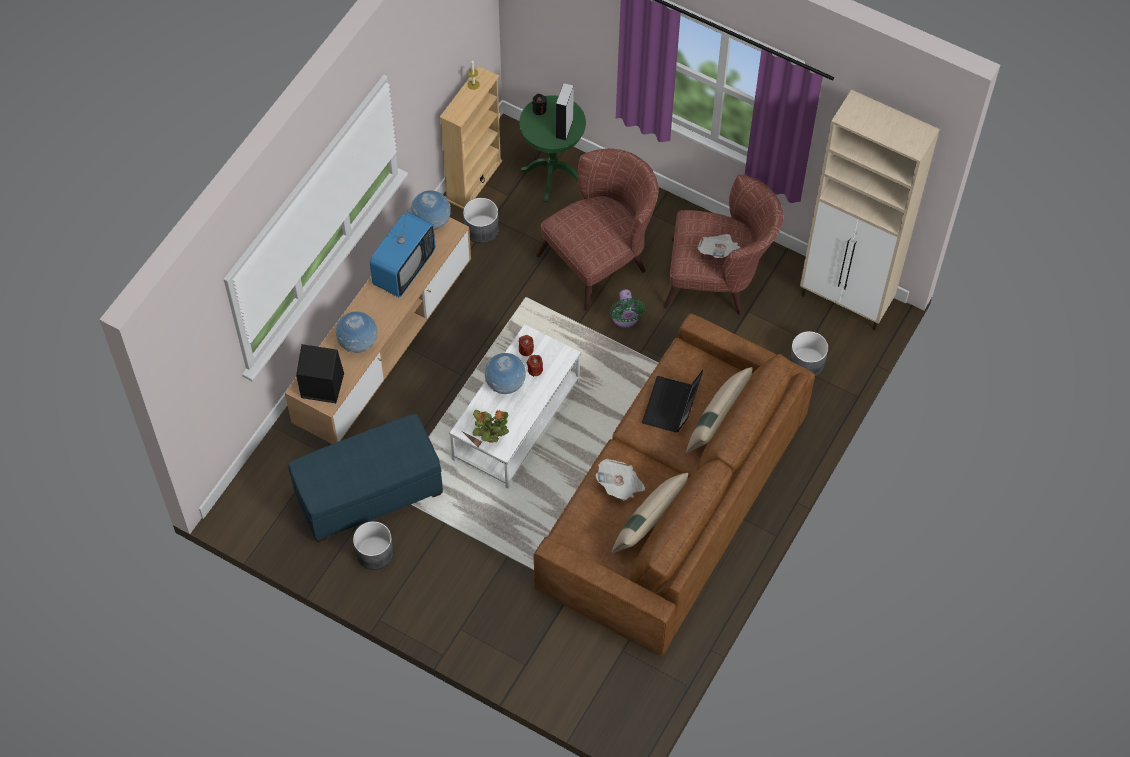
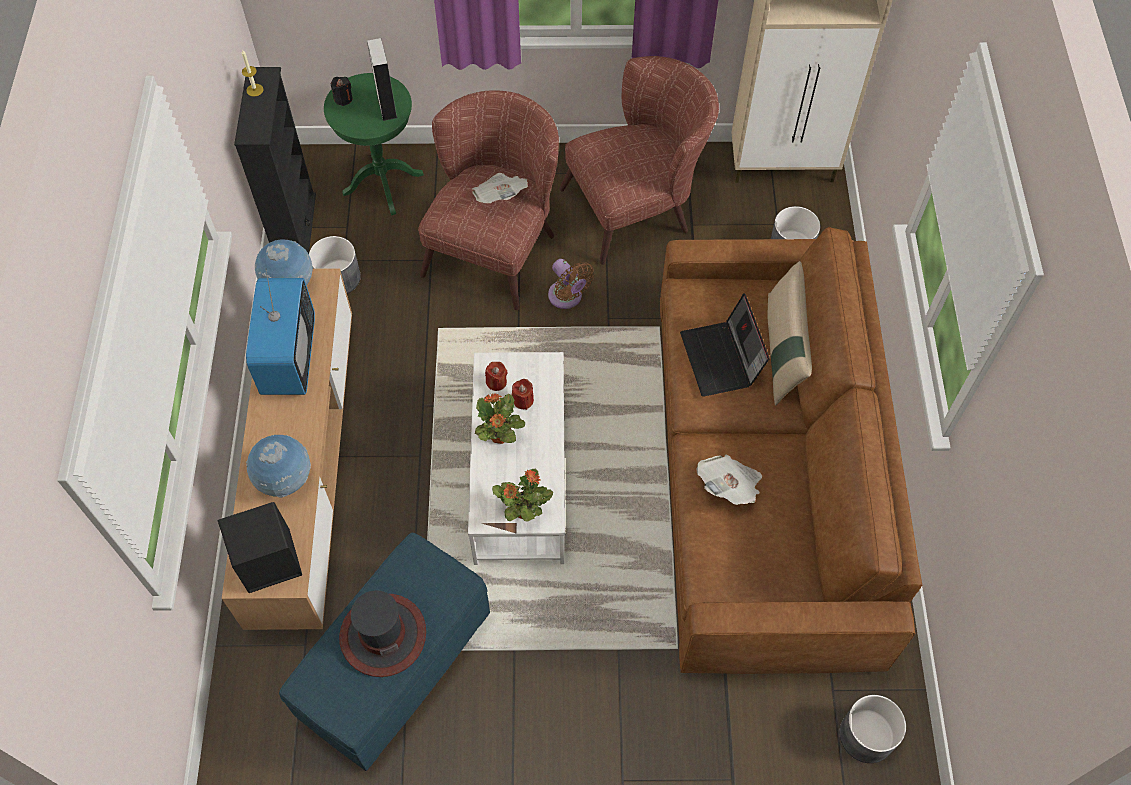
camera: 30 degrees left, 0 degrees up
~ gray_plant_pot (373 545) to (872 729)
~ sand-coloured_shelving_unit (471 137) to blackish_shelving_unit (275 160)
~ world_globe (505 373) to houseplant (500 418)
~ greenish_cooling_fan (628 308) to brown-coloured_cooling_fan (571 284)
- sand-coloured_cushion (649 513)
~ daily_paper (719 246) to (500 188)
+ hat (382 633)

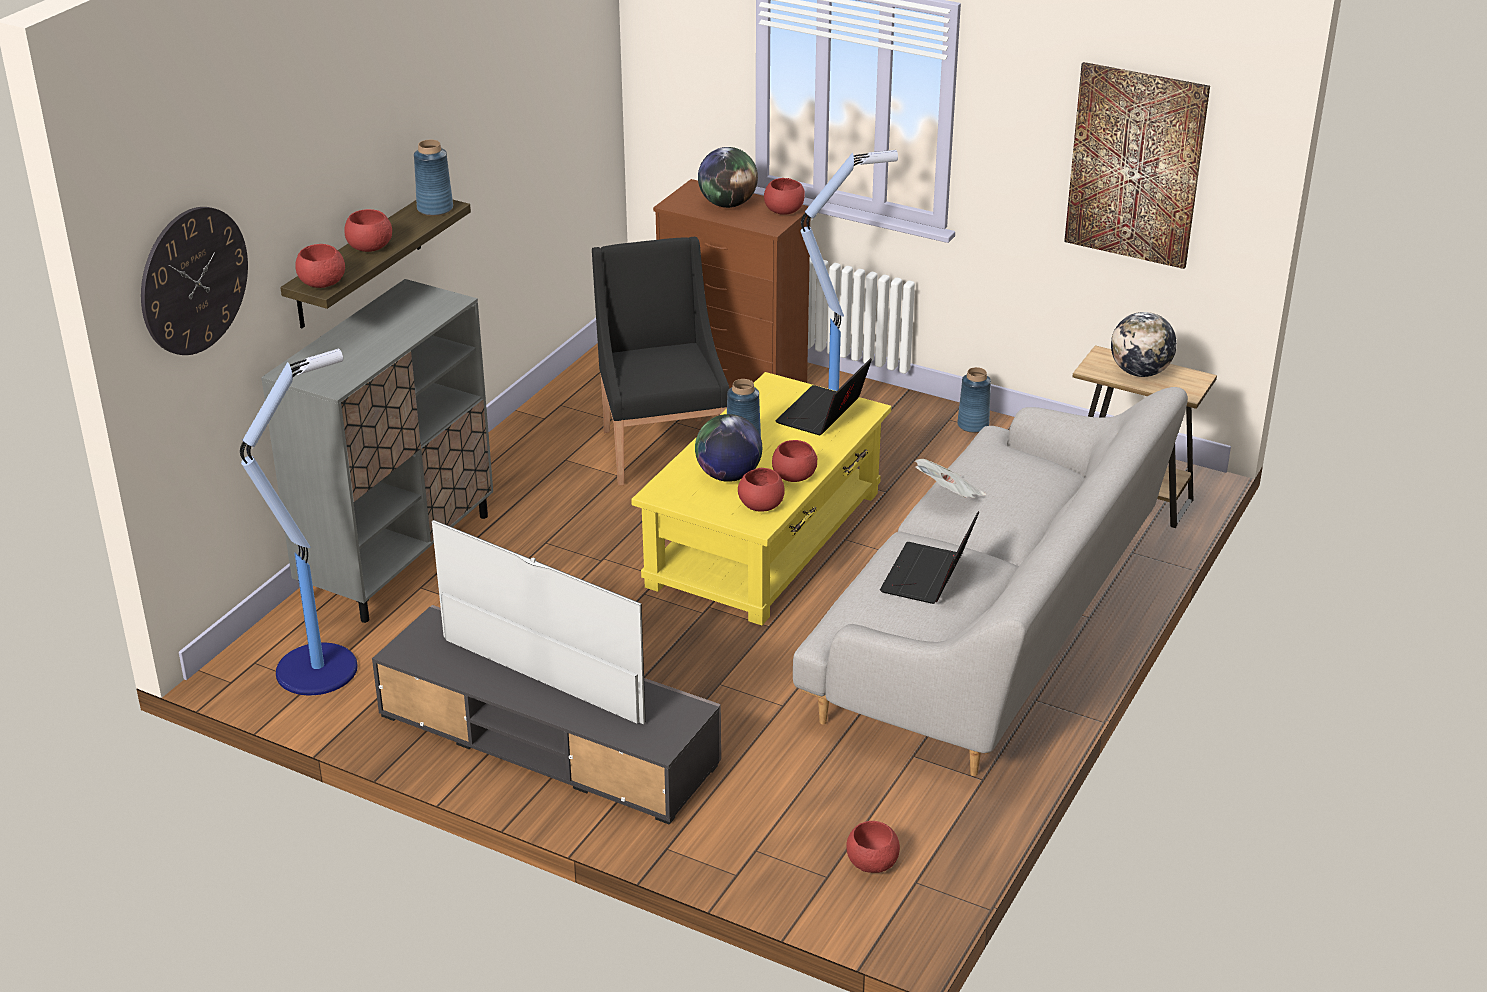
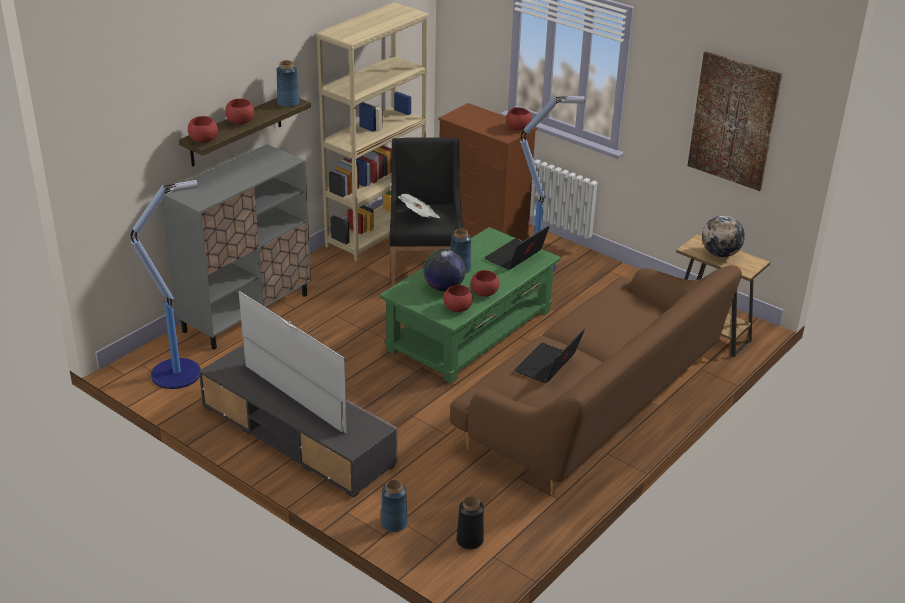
camera: 10 degrees right, 0 degrees up
- clock_on_the_wall (194 281)
~ yellow-coloured_lounge_table (761 498) to greenish_lounge_table (470 305)
- world_globe (728 177)
~ gray_sofa (990 581) to brown-coloured_sofa (596 380)
~ reddish_deep_dish (873 847) to blackish_vase (470 522)
~ daily_paper (950 478) to (419 206)
~ bluish_vase (974 400) to (394 505)
+ sand-coloured_shelving_unit (372 131)

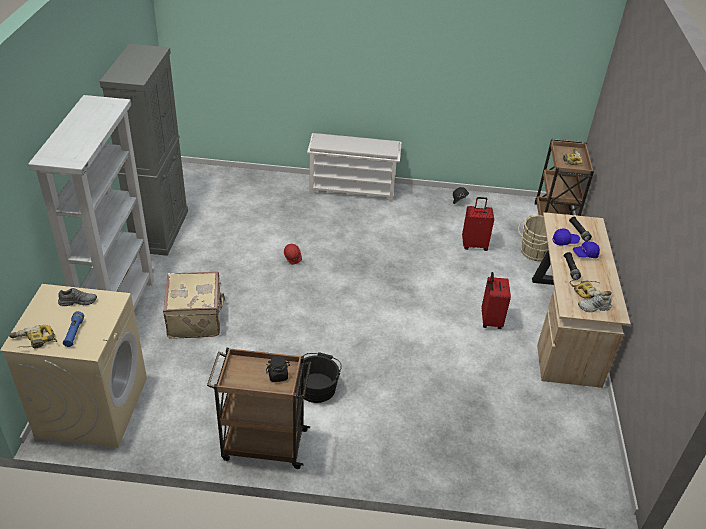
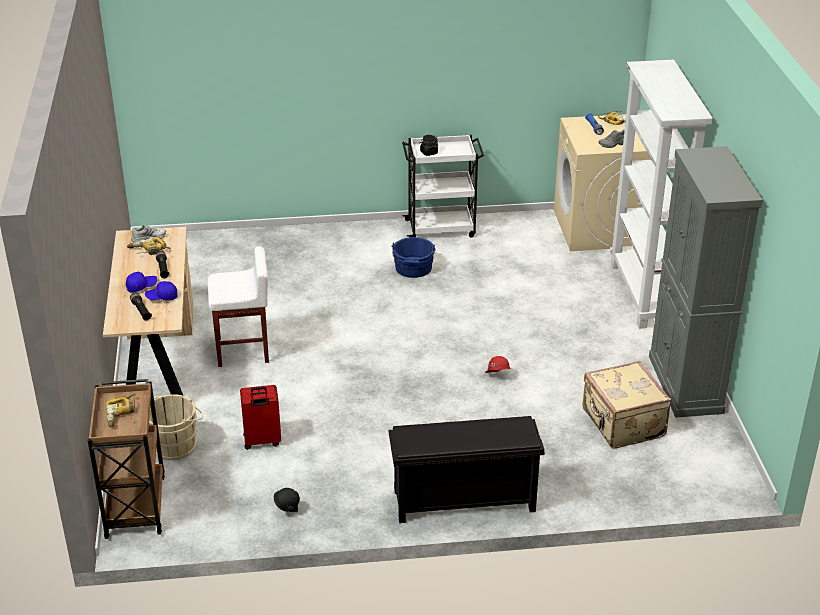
camera: 170 degrees right, 5 degrees down
~ sand-coloured_suitcase (194 305) to (626 405)
~ brown-coloured_cart (259 408) to white_cart (443 186)
~ blackish_water_bucket (322 377) to bluish_water_bucket (413 257)
~ white_shoe_rack (354 167) to blackish_shoe_rack (466 469)
~ reddish_suitcase (496 300) to white_stool (238 306)

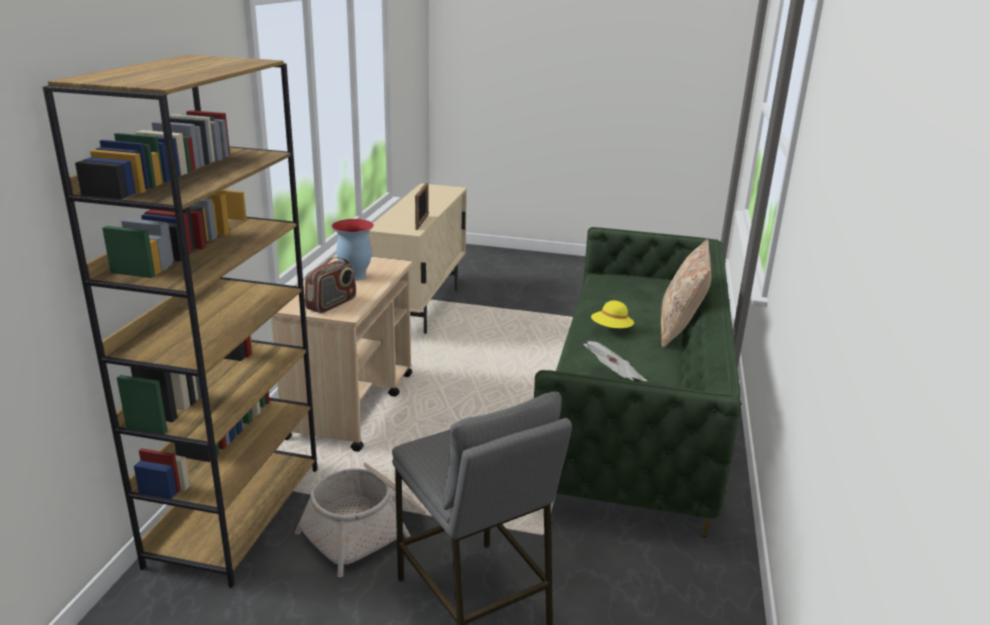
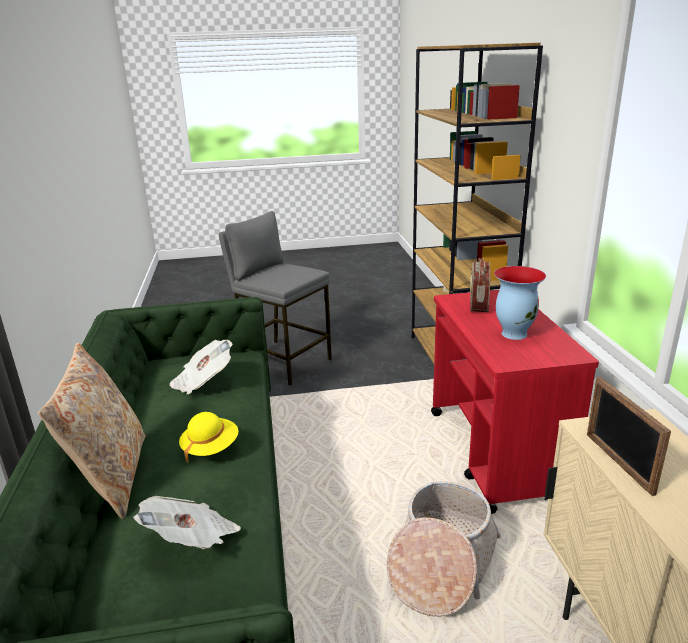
camera: 160 degrees right, 0 degrees up
~ sand-coloured_cart (341 353) to reddish_cart (515 402)
~ basket (360 520) to (444 549)
+ daily_paper (187 522)

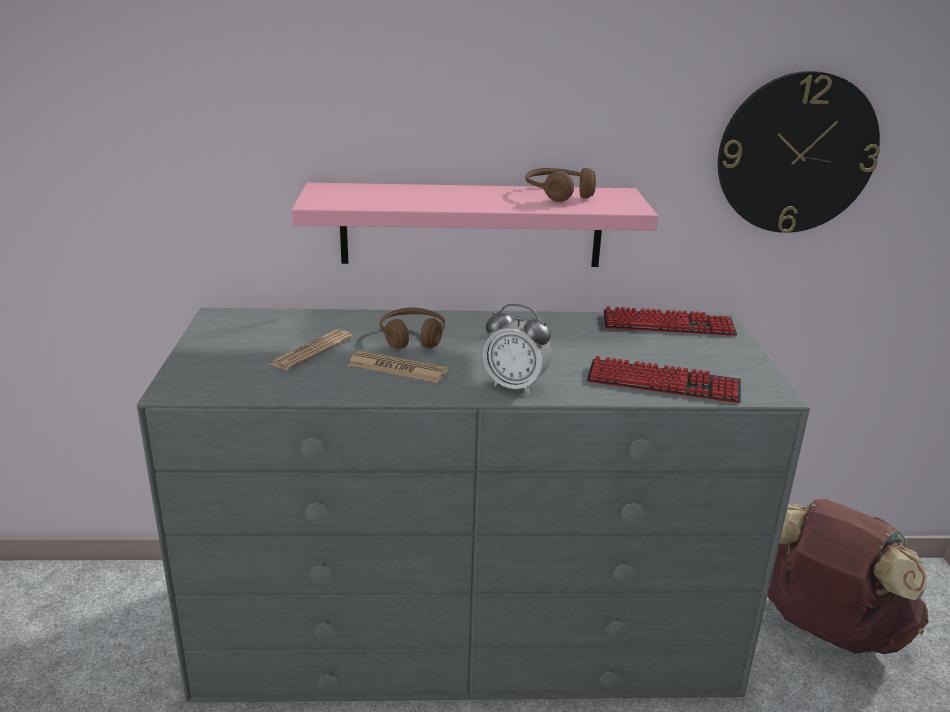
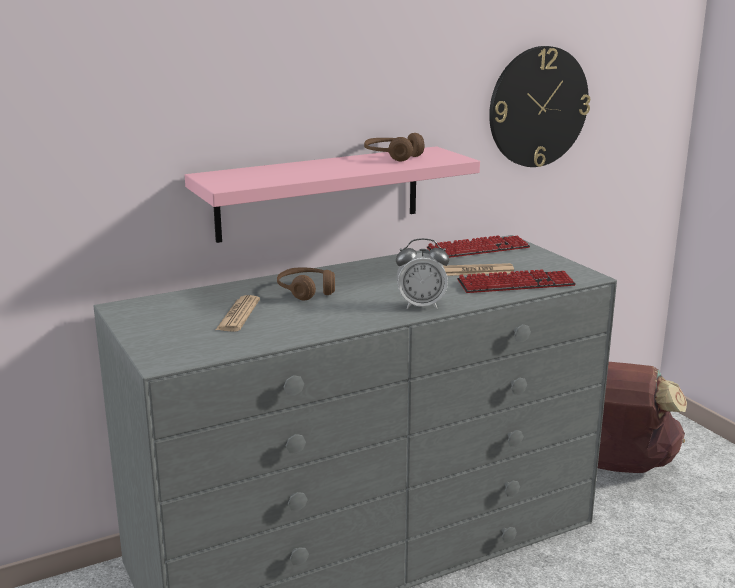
camera: 25 degrees left, 5 degrees down
~ daily_paper (398 367) to (478 269)

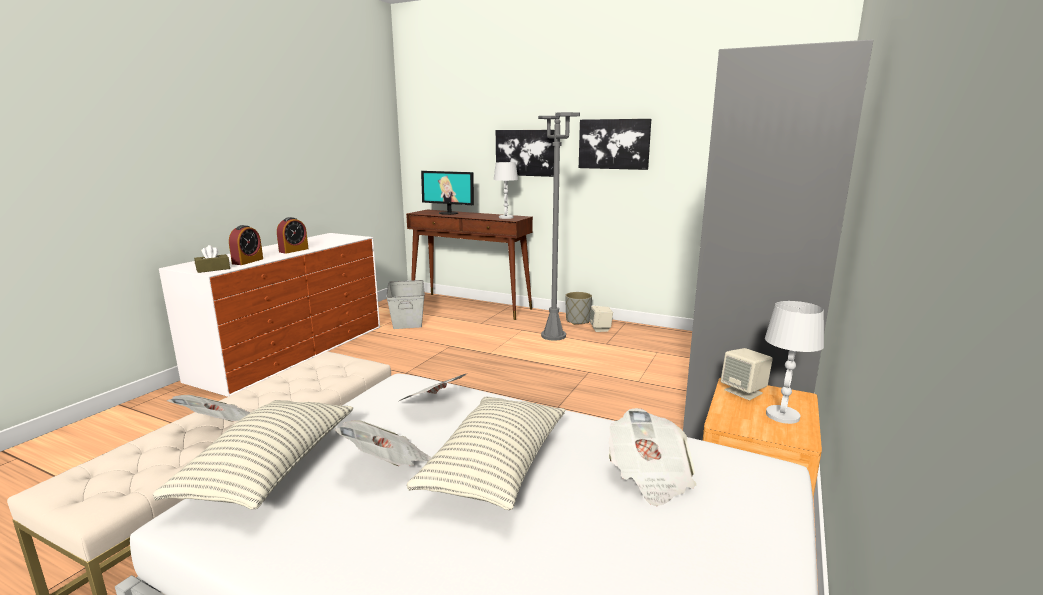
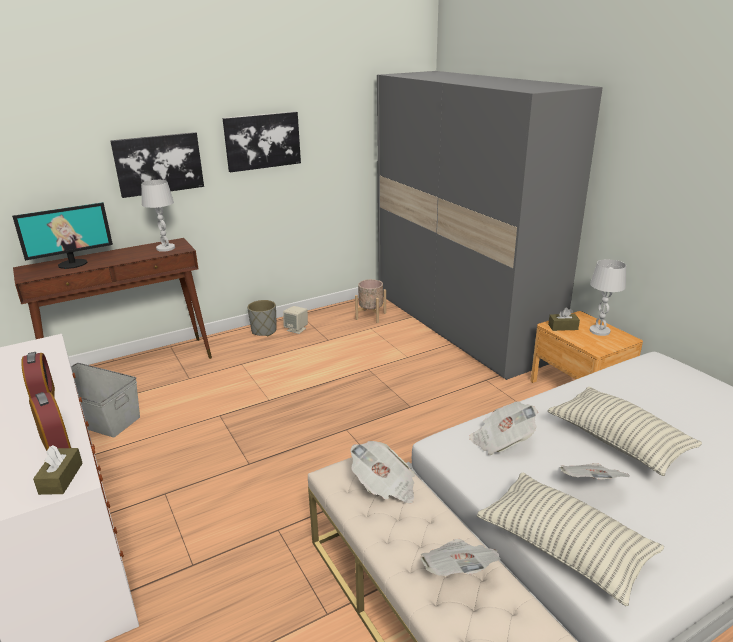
camera: 55 degrees left, 10 degrees up
- gray_floor_lamp (559 226)
~ daily_paper (652 457) to (383 472)
~ sand-coloured_audio_speaker (747 374) to brown-coloured_tissue_box (564 319)
+ sand-coloured_plant_pot (370 301)

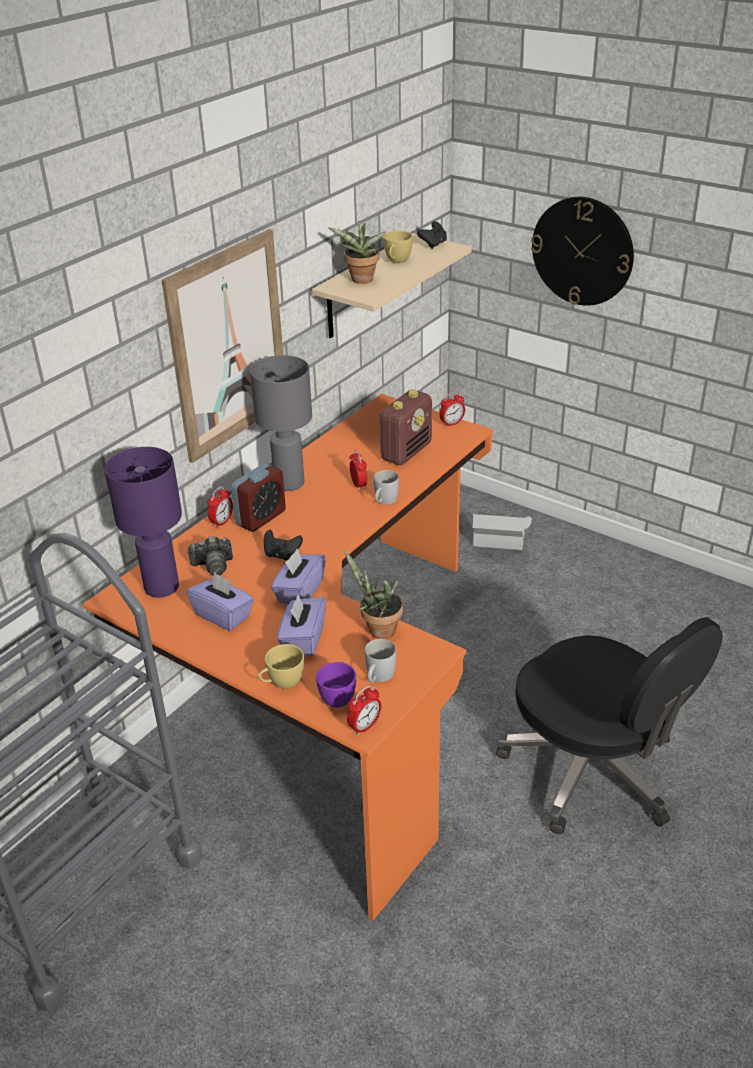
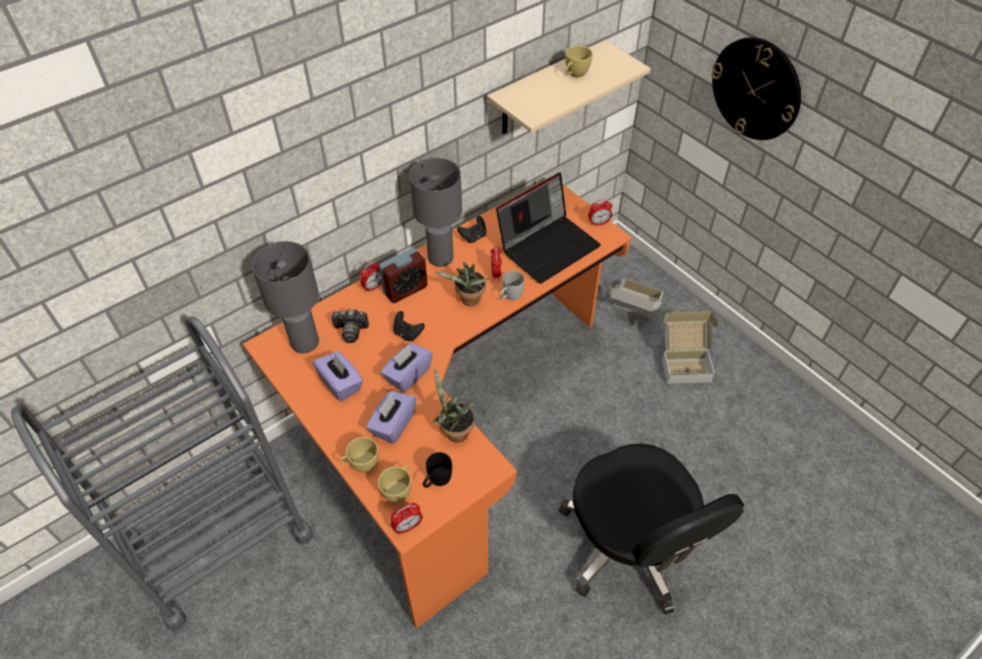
camera: 15 degrees right, 15 degrees up
~ purple_lamp_for_a_table (143 522) to gray_lamp_for_a_table (285 297)
- wall_picture (222 346)
~ purple_drinking_cup (336 685) to yellow-coloured_drinking_cup (394 484)
~ houseplant (357 252) to (462 284)
~ white_tea_mug (380 661) to blackish_tea_mug (437 470)
~ radio_set (406 427) to notebook_computer (548 228)
~ blackish_gamepad (432 235) to (471 229)
+ cardboard_box (689 347)

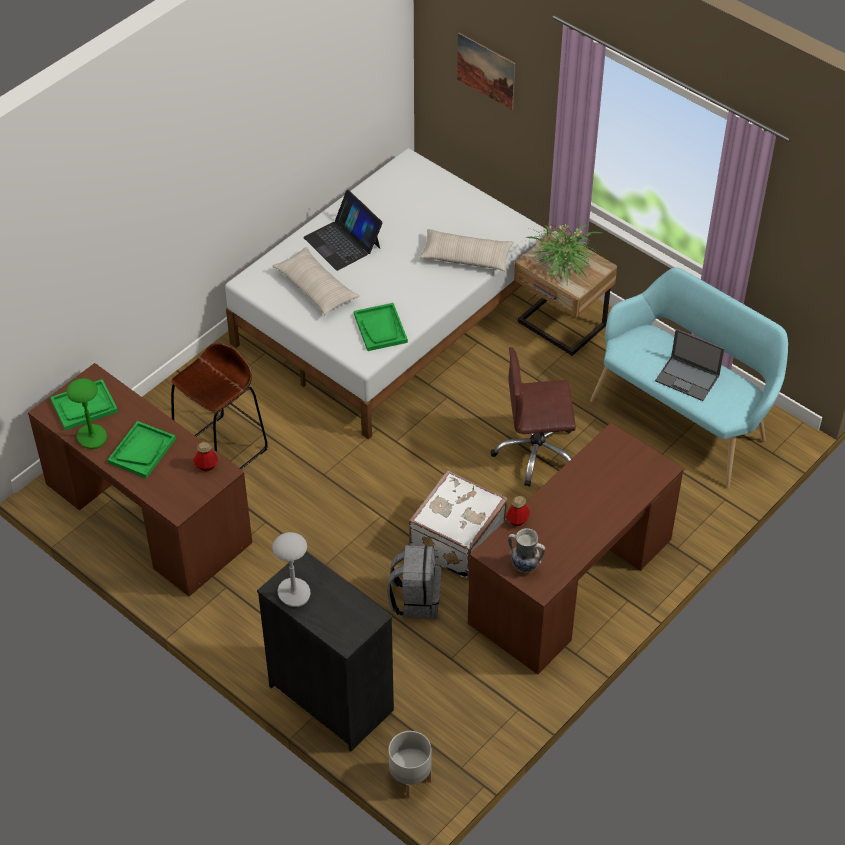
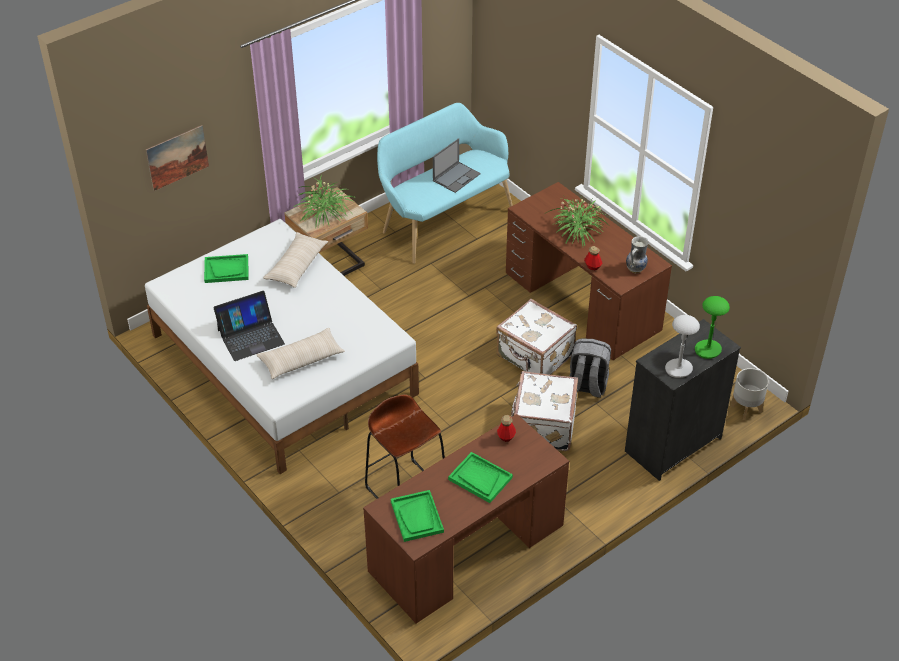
camera: 80 degrees left, 5 degrees down
~ greenish_lamp_for_a_table (86 413) to (712 327)
~ greenish_serving_tray (381 327) to (226 268)
- brown-coloured_computer_chair (533 417)
+ white_suitcase (544 411)
+ houseplant (576 220)

